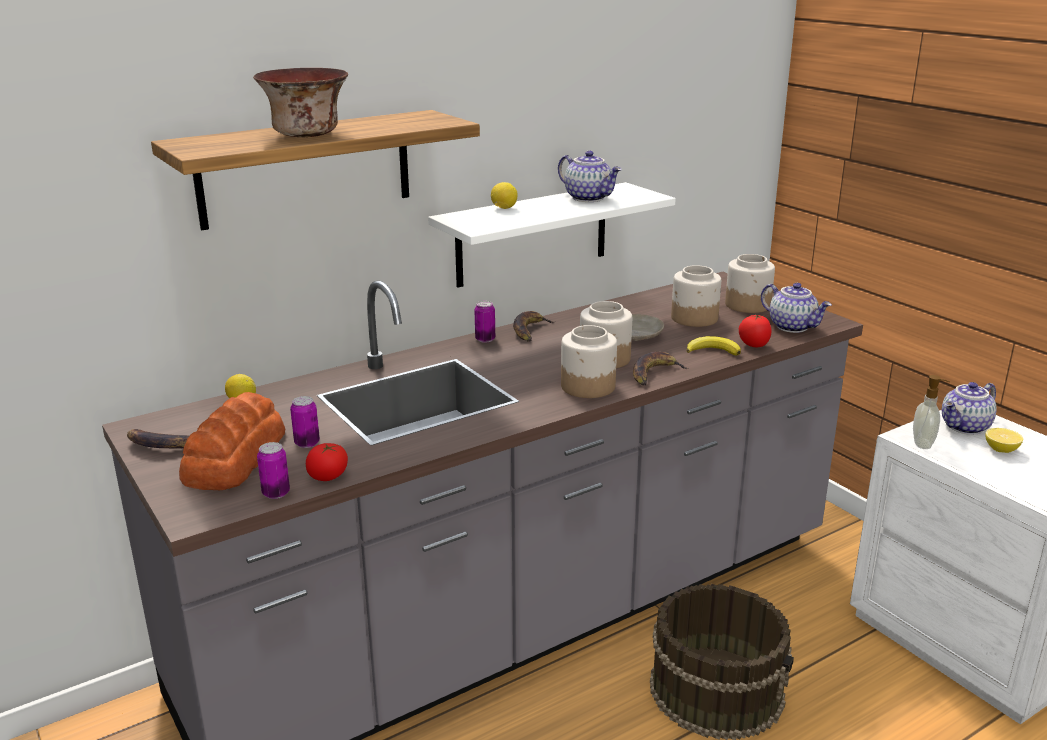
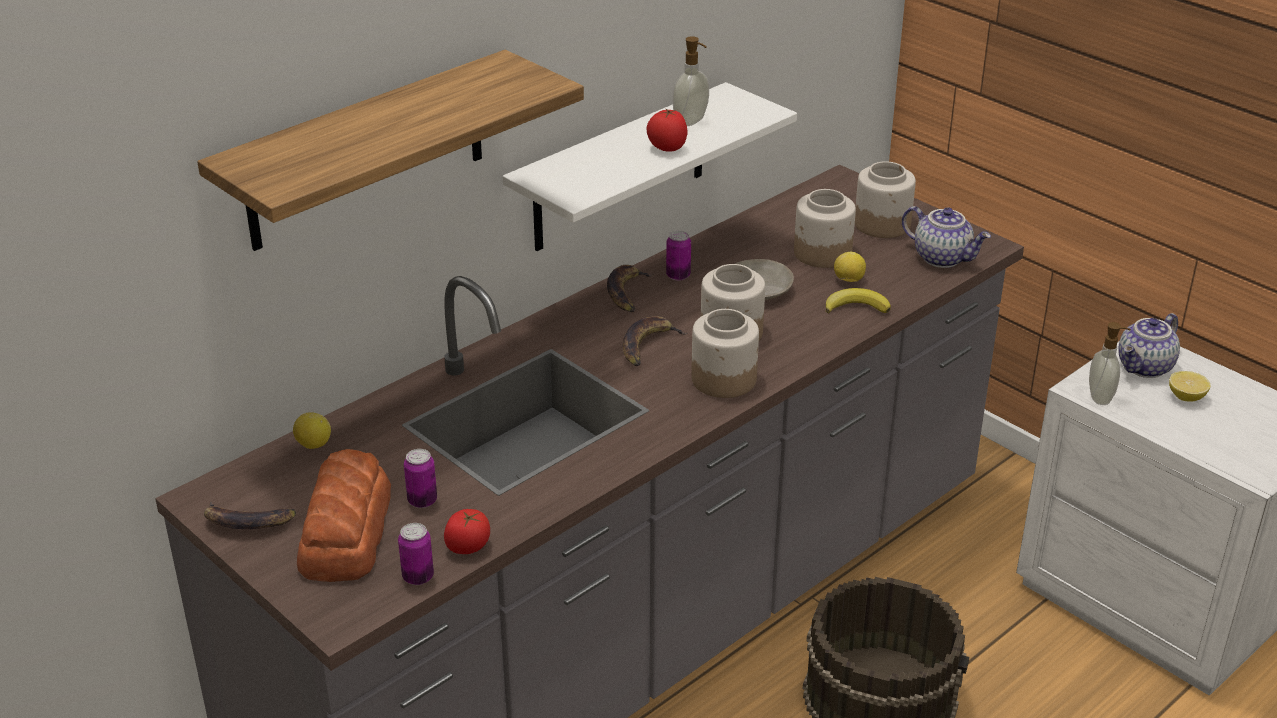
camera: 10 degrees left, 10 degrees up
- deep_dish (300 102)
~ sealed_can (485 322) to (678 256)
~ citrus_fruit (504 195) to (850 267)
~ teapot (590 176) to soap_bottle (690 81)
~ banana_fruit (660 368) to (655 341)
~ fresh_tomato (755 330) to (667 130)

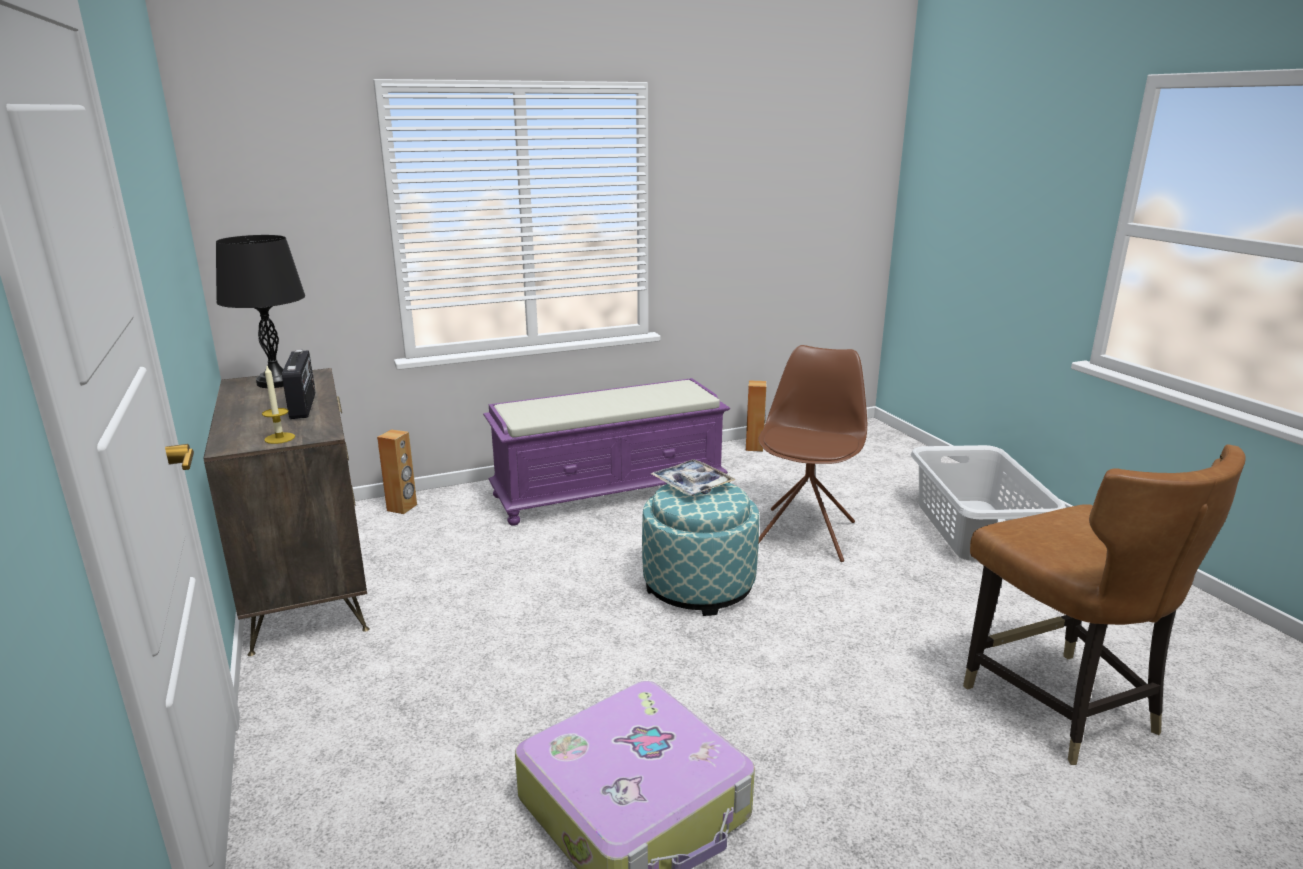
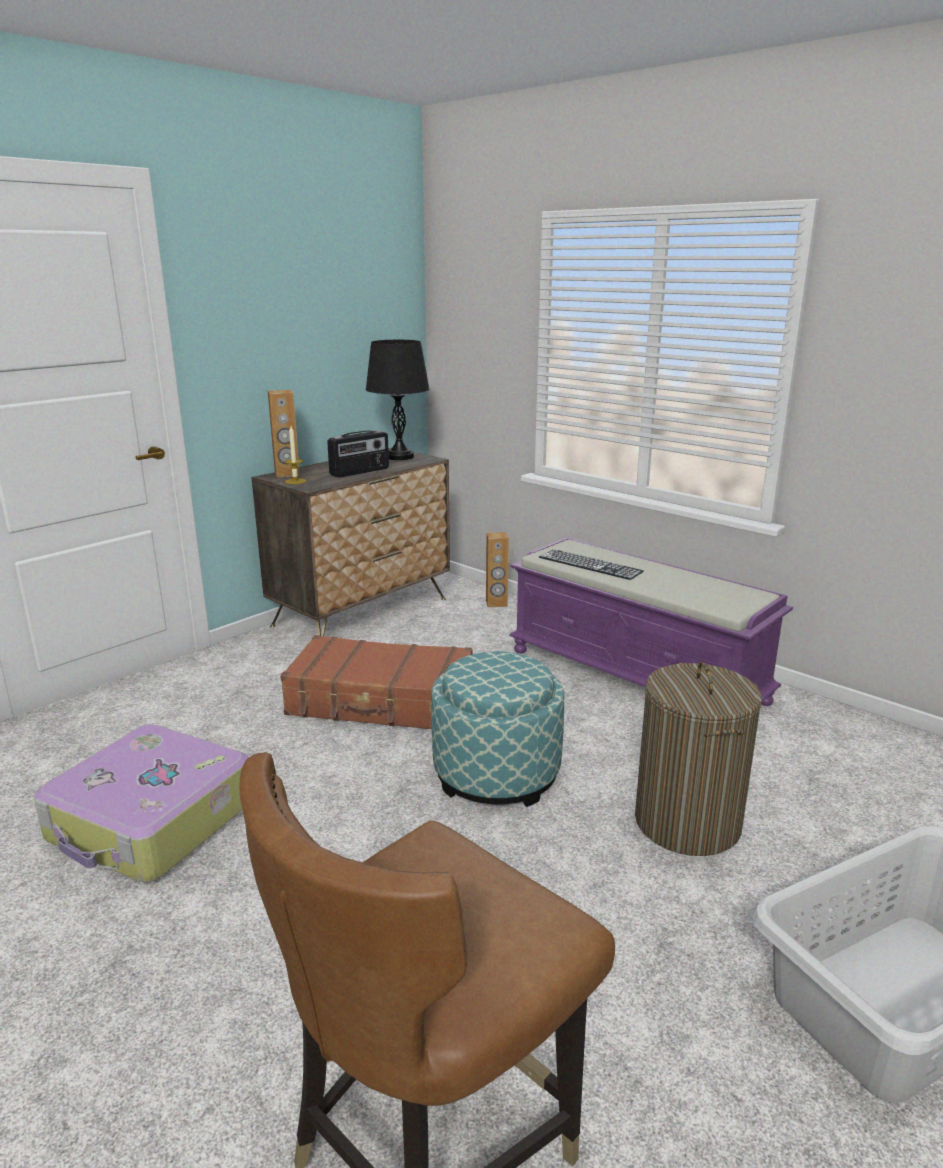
camera: 65 degrees right, 0 degrees up
- serving_tray (693 477)
~ brown-coloured_audio_speaker (756 416) to (284 434)
~ brown-coloured_chair (812 453) to laundry_basket (698 759)
+ brown-coloured_suitcase (376 682)
+ computer_keyboard (591 564)

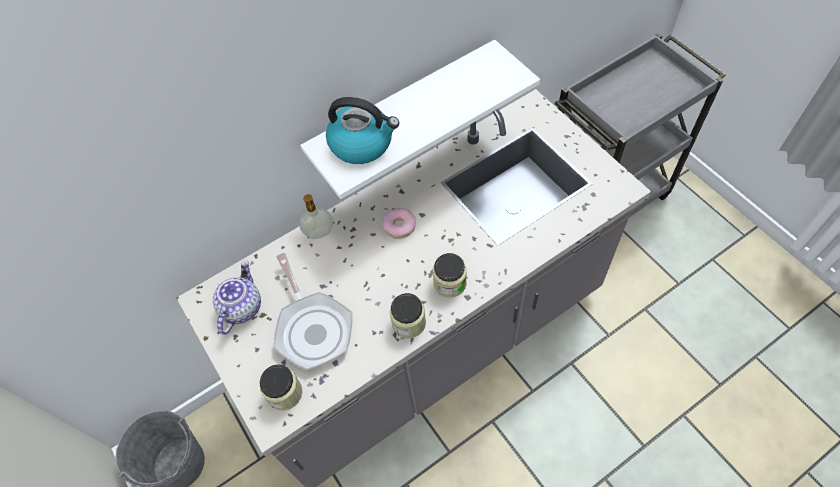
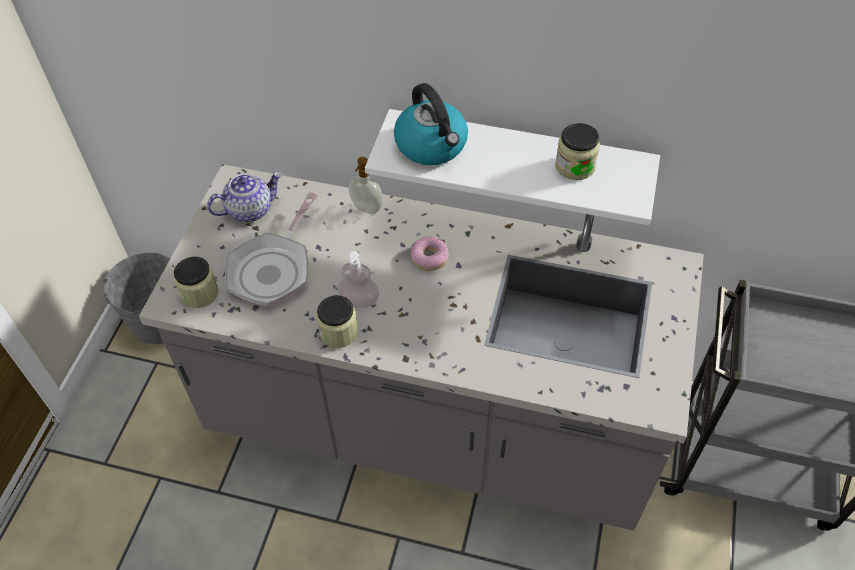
camera: 45 degrees right, 5 degrees down
~ jar (450 275) to (577 151)
+ soap_bottle (358 279)

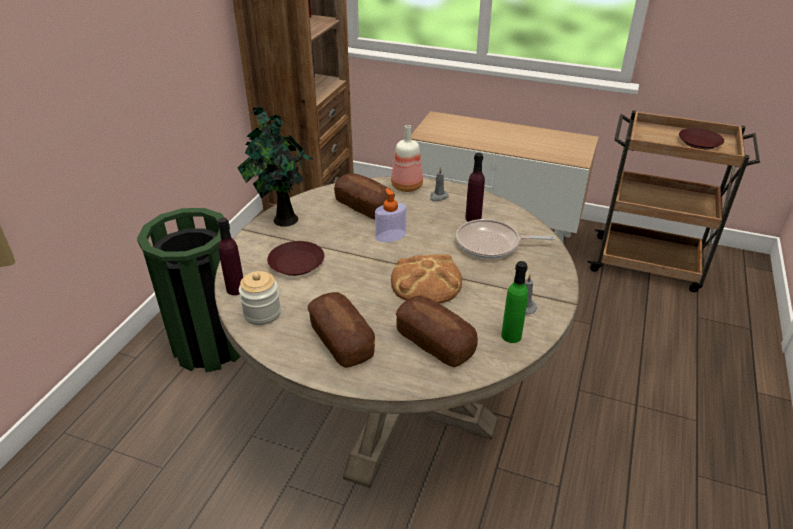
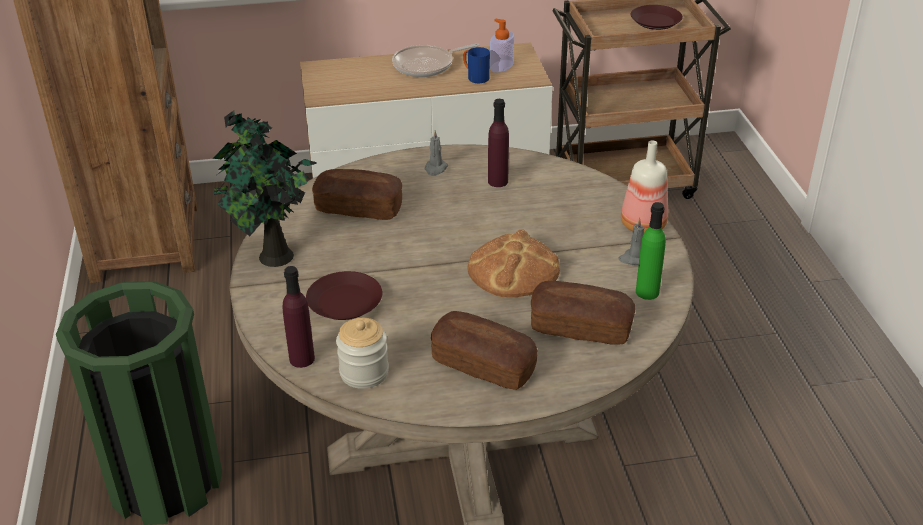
camera: 30 degrees left, 0 degrees up
~ soap_bottle (390 215) to (502 46)
~ bottle (407 158) to (644 186)
~ frying_pan (506 239) to (435 60)
+ bluish_tea_mug (476 65)

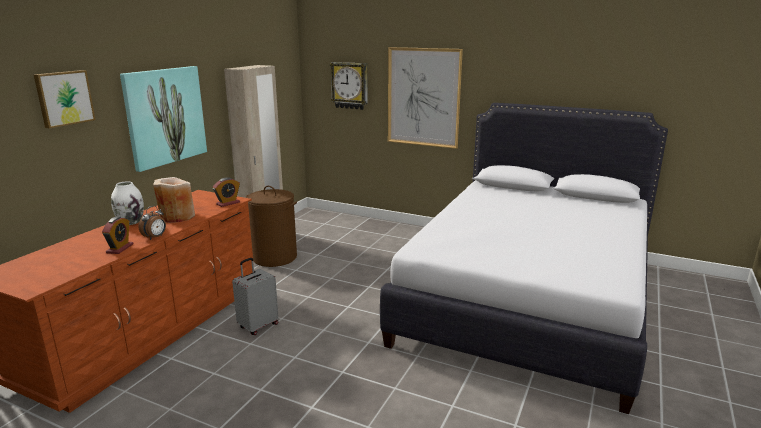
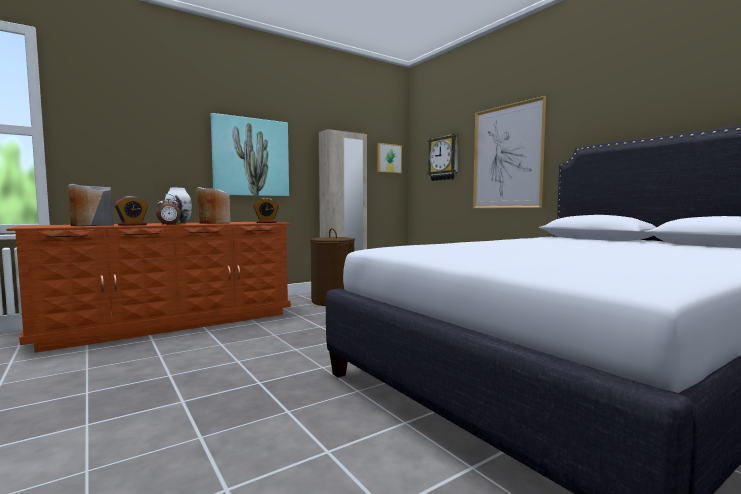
camera: 30 degrees right, 15 degrees down
~ wall_picture (64 99) to (389 158)
- gray_suitcase (255 296)
+ gray_vase (90 205)

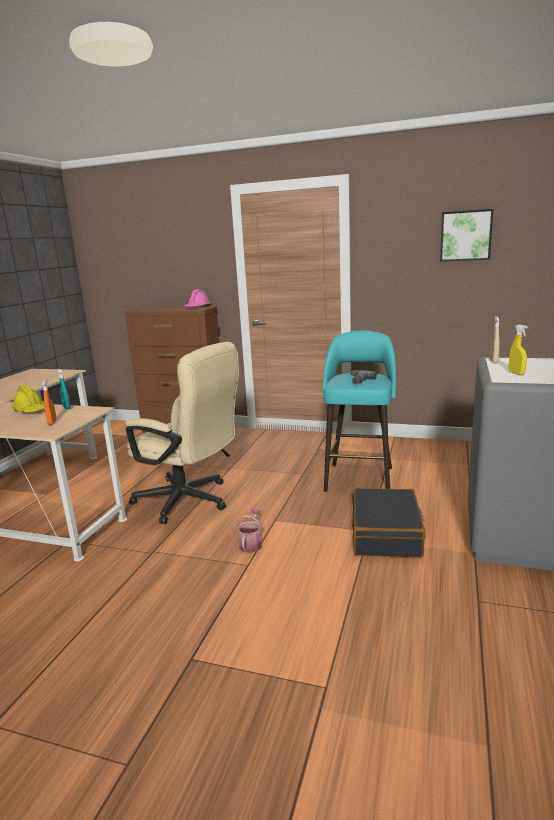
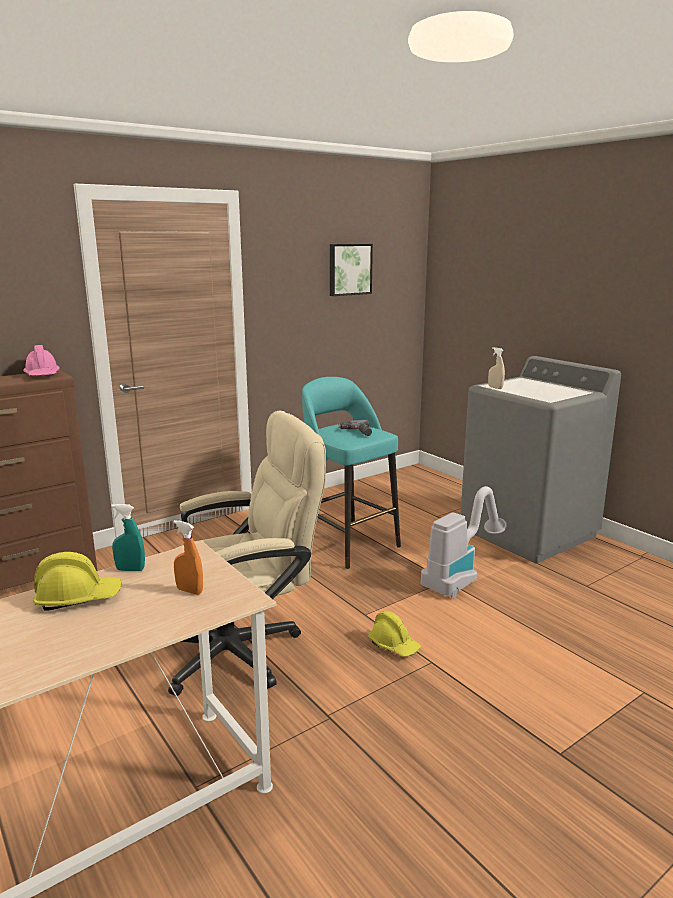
camera: 55 degrees left, 0 degrees up
~ watering_pot (249 531) to yellow-coloured_safety_helmet (394 634)
~ blackish_suitcase (388 523) to vacuum_cleaner (464 542)
- yellow-coloured_hand_sprayer (518 350)

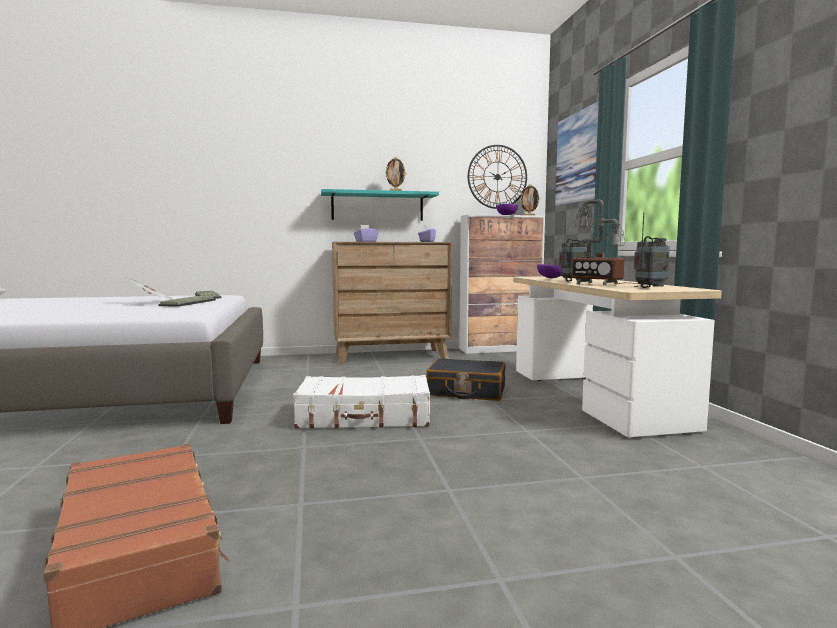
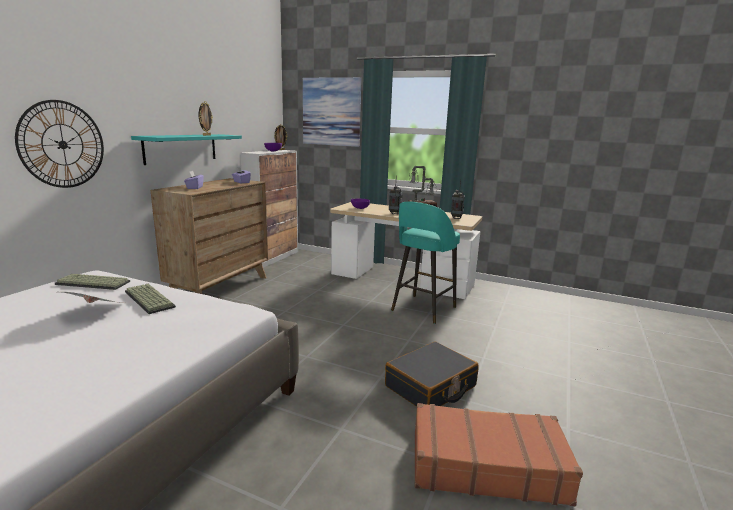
camera: 55 degrees left, 10 degrees up
- white_suitcase (361 402)
~ blackish_suitcase (465 379) to (431 374)
~ clock_on_the_wall (497 177) to (59 144)
+ blue-green_stool (425 263)

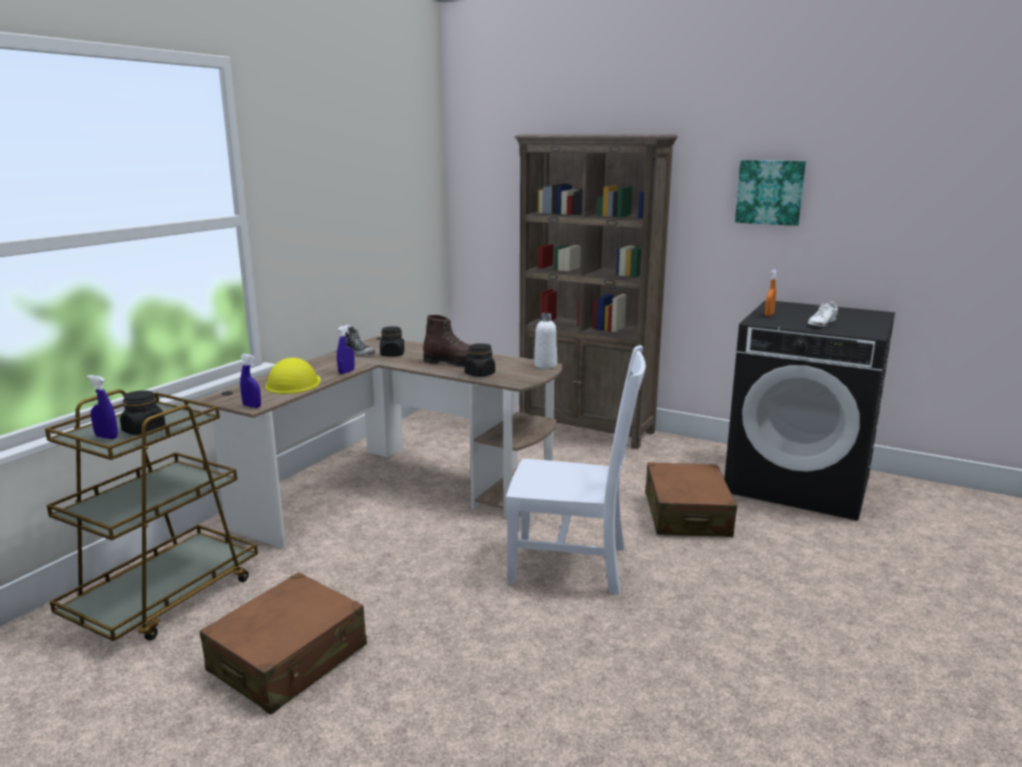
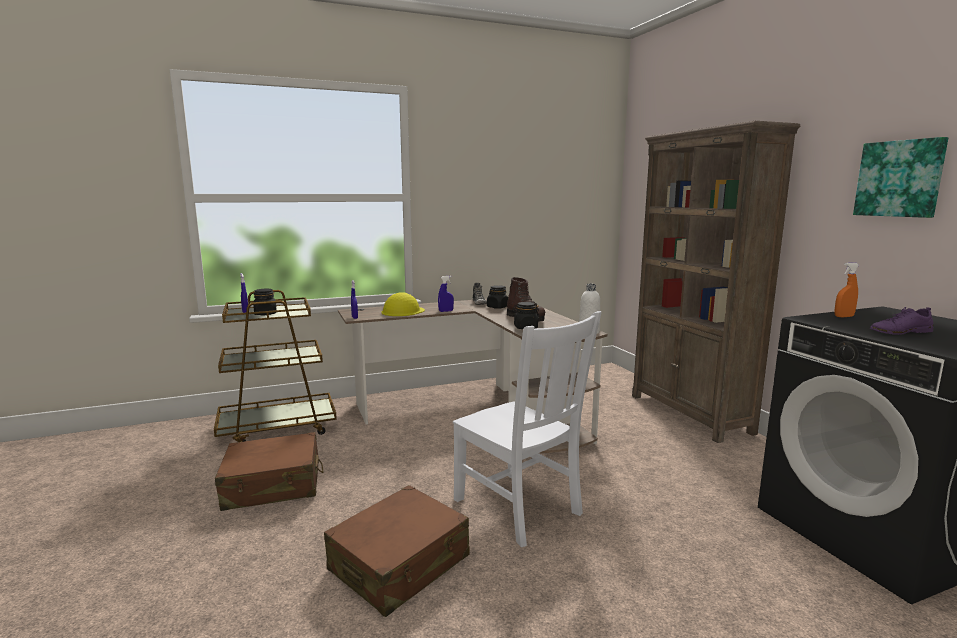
camera: 40 degrees right, 5 degrees down
~ brown-coloured_suitcase (691 499) to (397 551)
~ white_item_of_footwear (823 314) to purple_item_of_footwear (902 321)

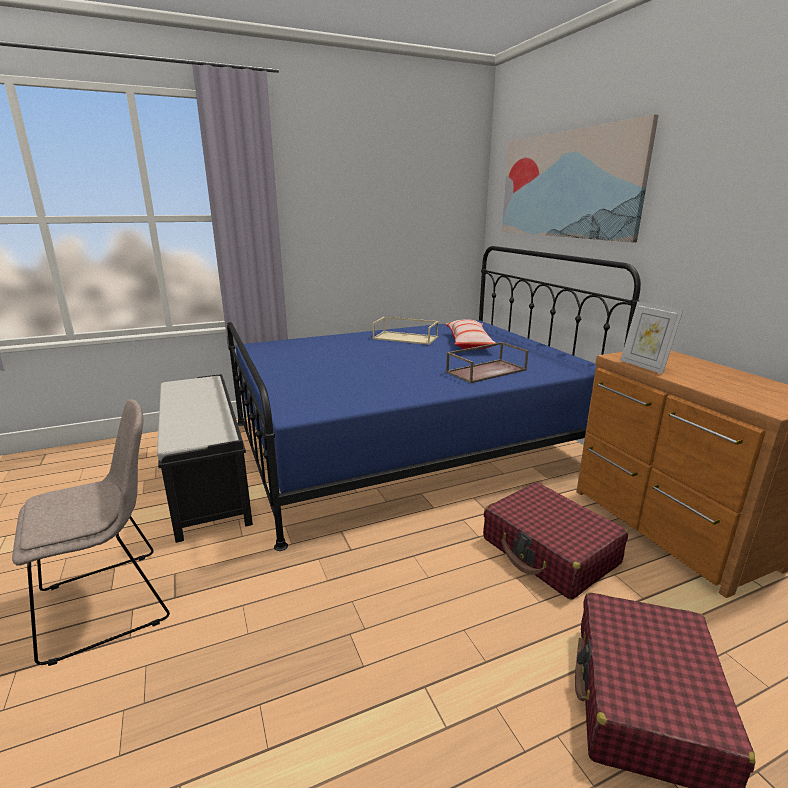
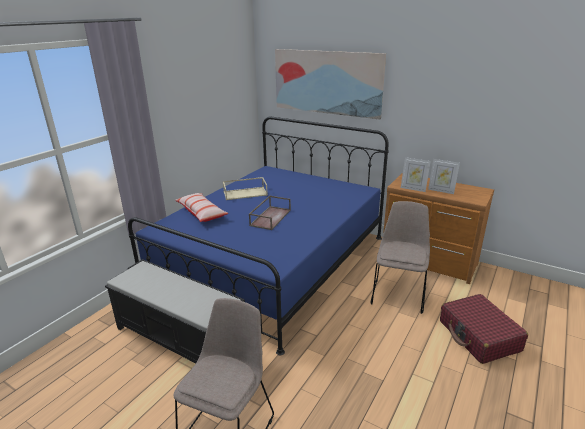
camera: 35 degrees left, 5 degrees up
~ cushion (470 334) to (201 207)
~ brown-coloured_serving_tray (487 362) to (270 213)
~ reddish_suitcase (555 541) to sand-coloured_chair (400 257)
+ photo_frame (444 176)

